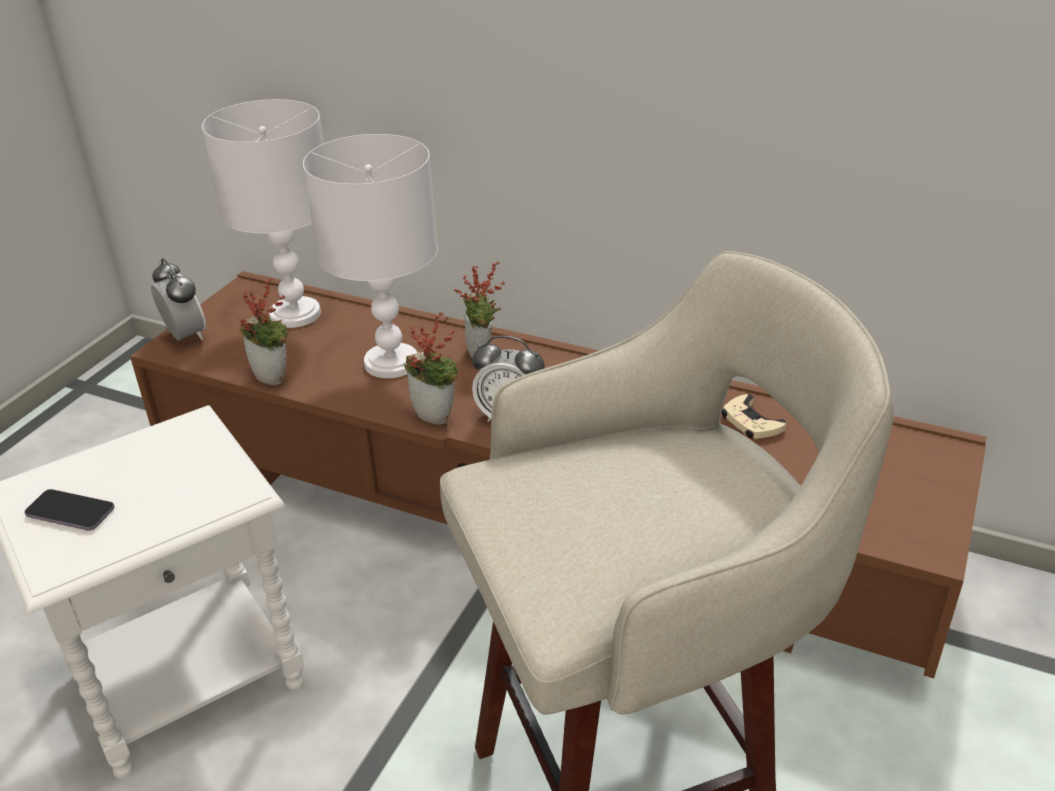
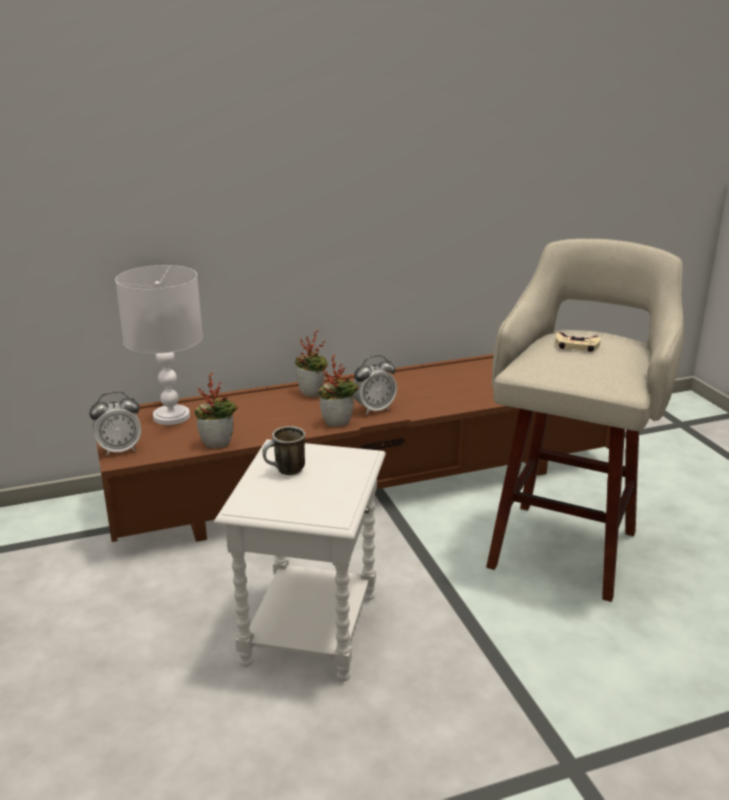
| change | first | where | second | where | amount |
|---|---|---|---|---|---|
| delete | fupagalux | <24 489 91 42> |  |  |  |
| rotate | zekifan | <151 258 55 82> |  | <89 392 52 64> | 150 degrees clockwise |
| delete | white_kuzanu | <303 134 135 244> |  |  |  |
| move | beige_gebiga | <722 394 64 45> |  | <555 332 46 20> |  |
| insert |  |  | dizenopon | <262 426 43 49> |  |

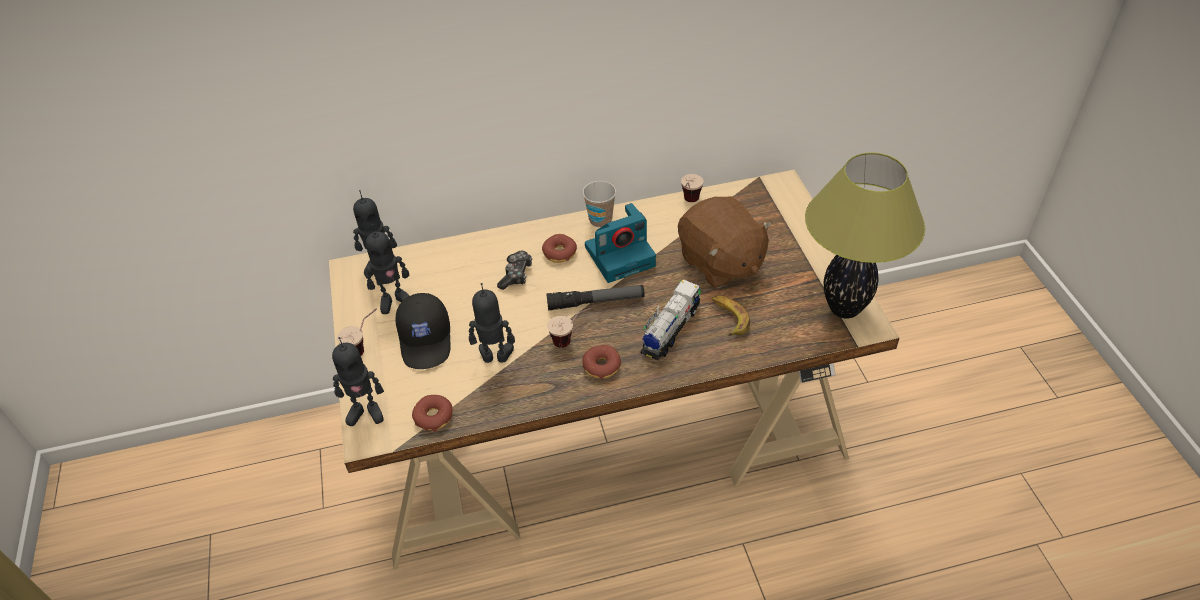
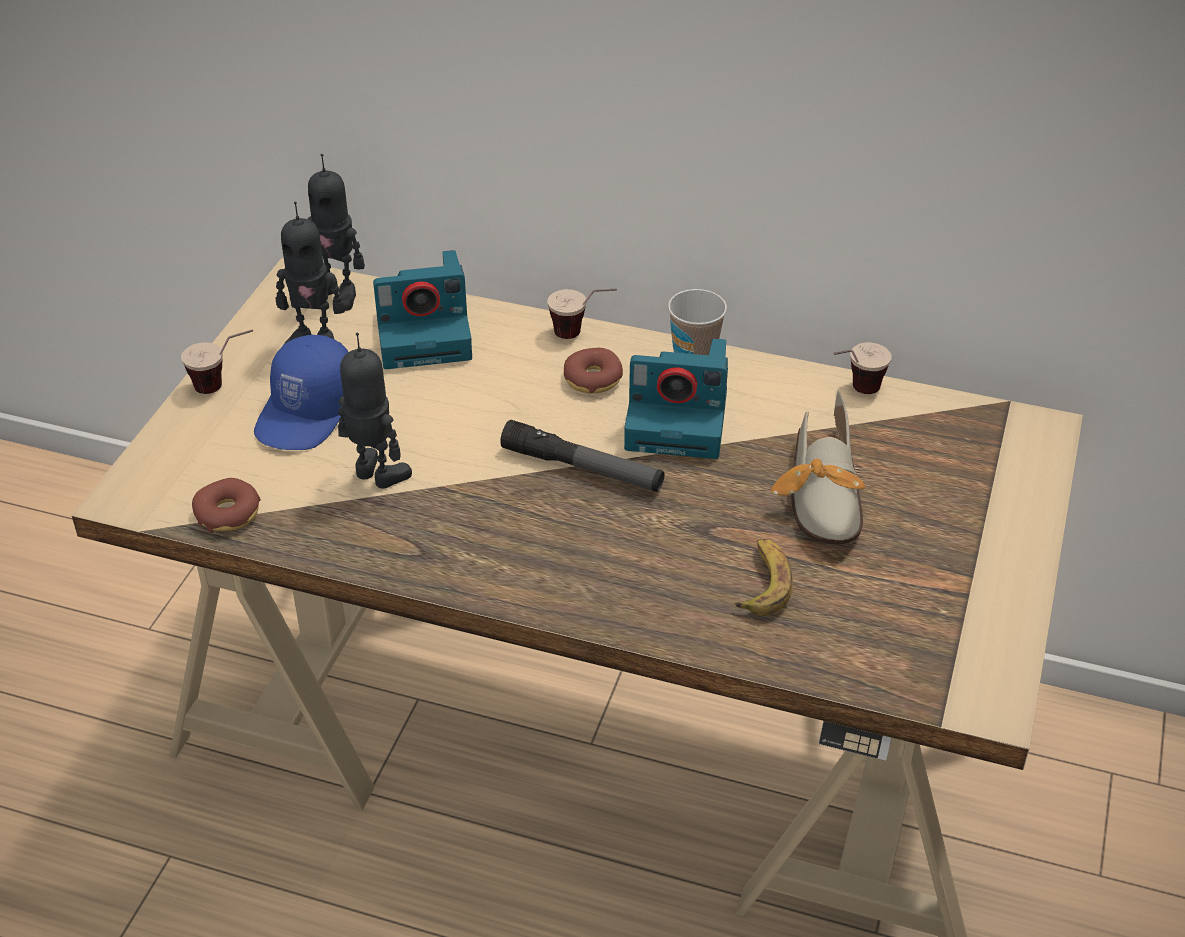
| change | first | where | second | where | amount |
|---|---|---|---|---|---|
| delete | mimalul | <332 337 52 89> |  |  |  |
| recolor | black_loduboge | <396 293 55 76> | blue_loduboge | <254 335 94 115> |  |
| delete | gebiga | <497 251 35 39> |  |  |  |
| move | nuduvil | <547 307 46 41> |  | <547 289 70 50> |  |
| delete | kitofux | <583 345 38 34> |  |  |  |
| delete | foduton | <640 279 61 81> |  |  |  |
| replace | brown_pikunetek | <678 196 94 92> | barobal | <771 390 94 155> |  |
| delete | kuzanu | <805 152 120 167> |  |  |  |
| insert |  |  | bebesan | <373 250 99 119> |  |

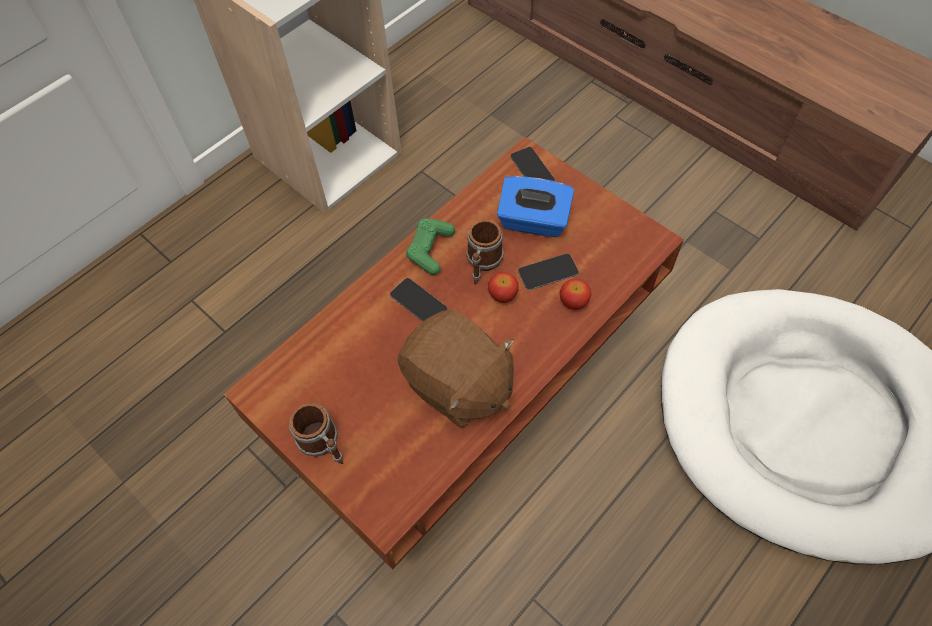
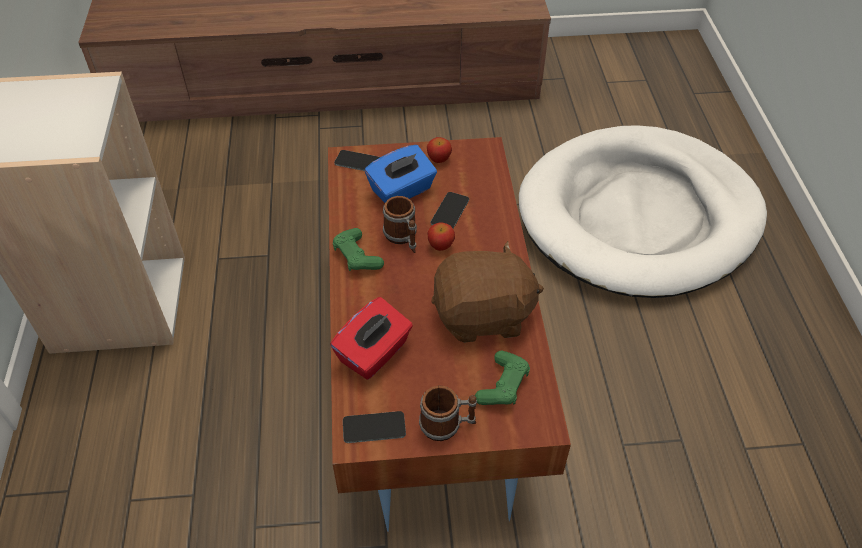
| change | first | where | second | where | amount |
|---|---|---|---|---|---|
| move | fupagalux | <390 278 57 44> |  | <343 411 63 32> |  |
| move | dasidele | <560 279 31 31> |  | <427 137 25 26> |  |
| insert |  |  | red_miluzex | <330 297 83 82> |  |
| insert |  |  | green_gebiga | <475 350 55 55> |  |

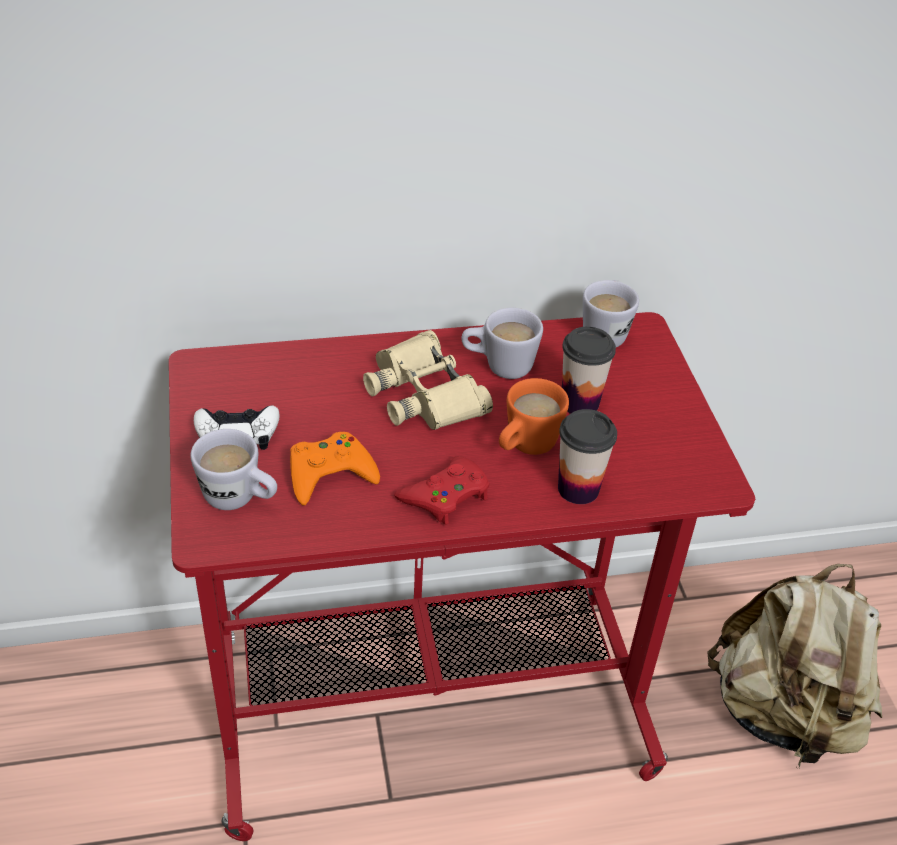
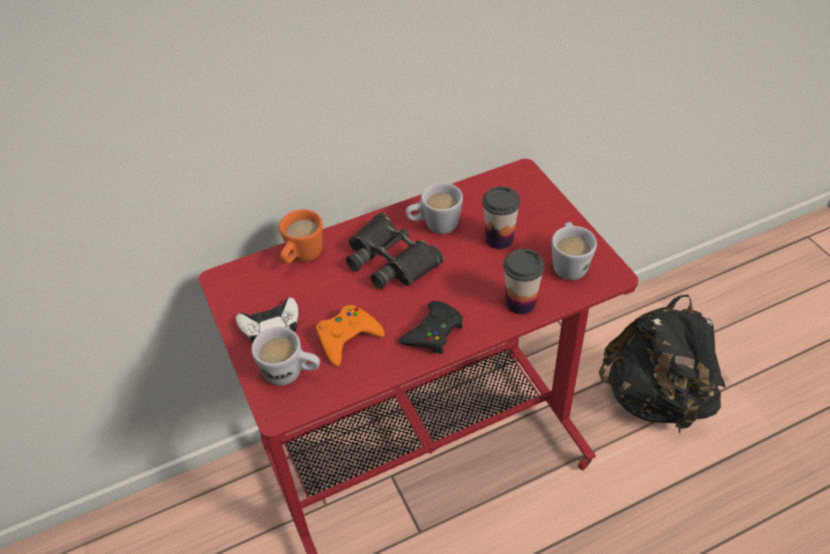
| change | first | where | second | where | amount |
|---|---|---|---|---|---|
| recolor | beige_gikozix | <363 330 130 100> | black_gikozix | <346 213 98 76> |  |
| recolor | red_gebiga | <394 456 96 69> | black_gebiga | <398 301 65 53> |  |
| move | orange_dizenopon | <499 378 70 77> |  | <279 209 44 55> |  |
| move | white_dizenopon | <583 280 56 67> |  | <552 222 45 58> |  |
| recolor | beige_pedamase | <707 564 175 204> | black_pedamase | <598 294 128 140> |  |

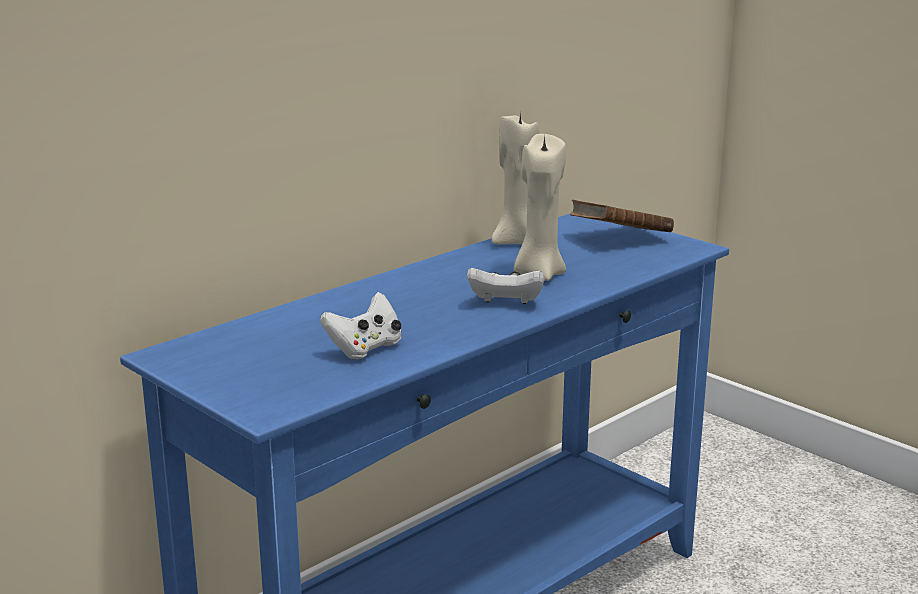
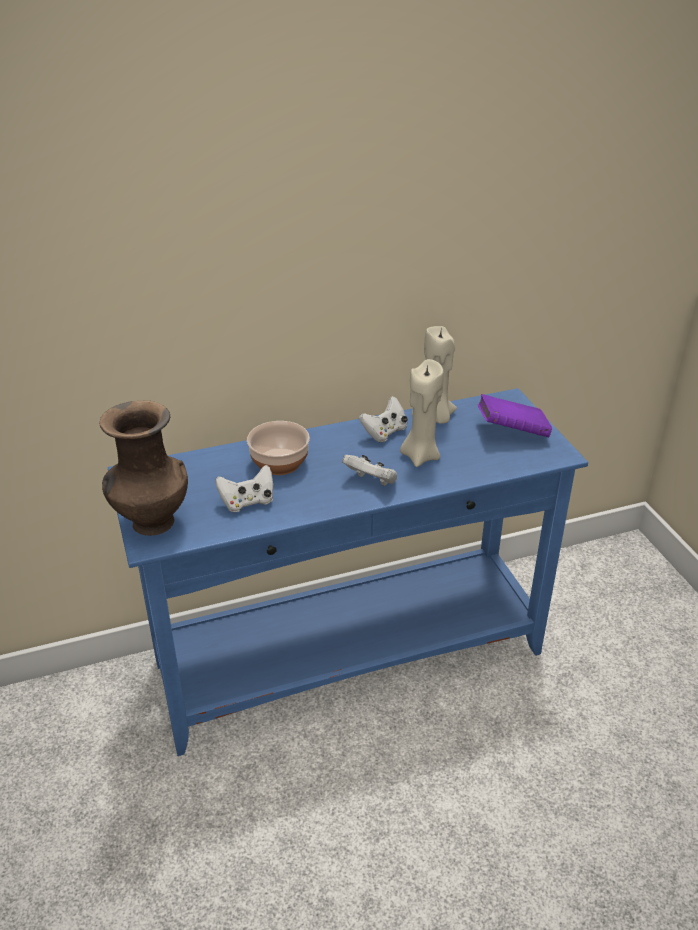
| change | first | where | second | where | amount |
|---|---|---|---|---|---|
| recolor | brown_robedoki | <570 200 104 32> | purple_robedoki | <477 394 75 43> |  |
| insert |  |  | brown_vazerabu | <99 401 89 135> |  |
| insert |  |  | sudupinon | <247 421 63 54> |  |
| insert |  |  | white_gebiga | <359 396 49 46> |  |

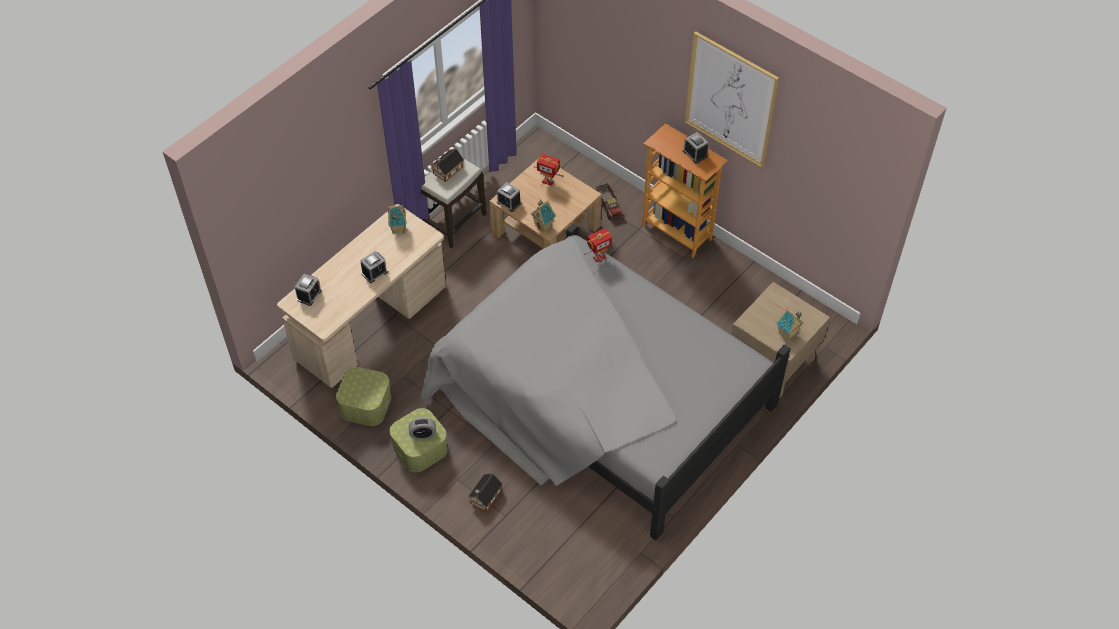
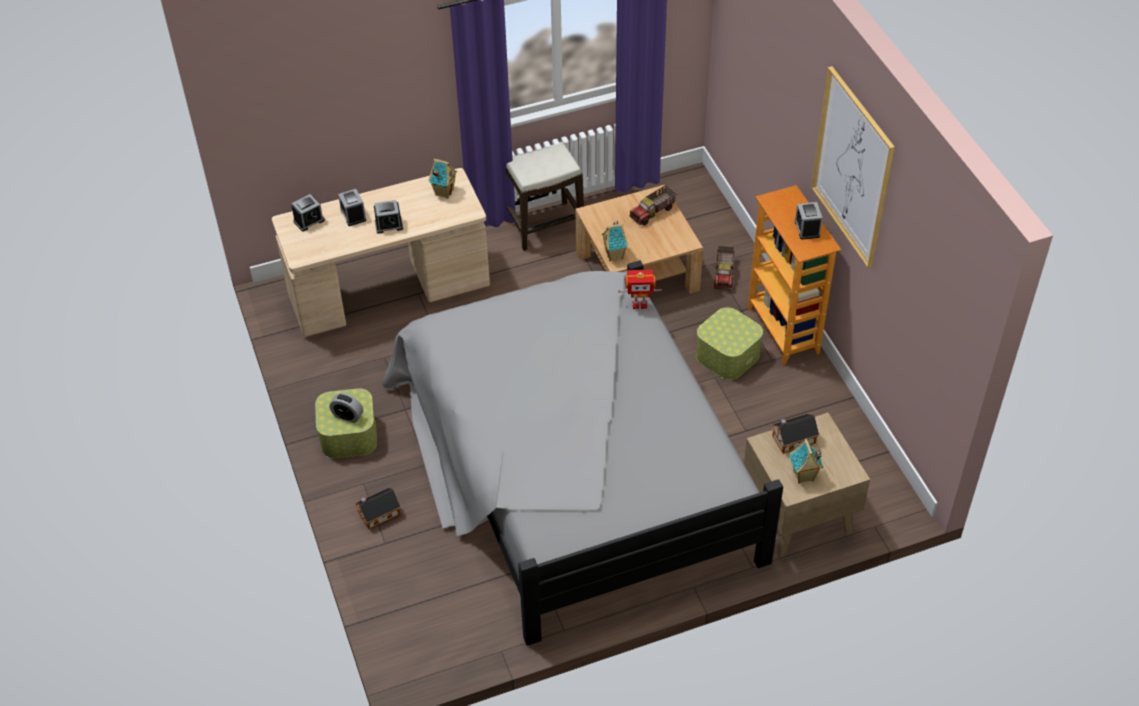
| change | first | where | second | where | amount |
|---|---|---|---|---|---|
| move | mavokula | <336 367 55 59> |  | <696 307 67 73> |  |
| move | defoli | <431 148 33 34> |  | <771 414 48 40> |  |
| move | zekifan | <497 182 24 30> |  | <338 189 28 37> |  |
| replace | mimalul | <534 154 29 32> | foduton | <630 185 47 40> |  |

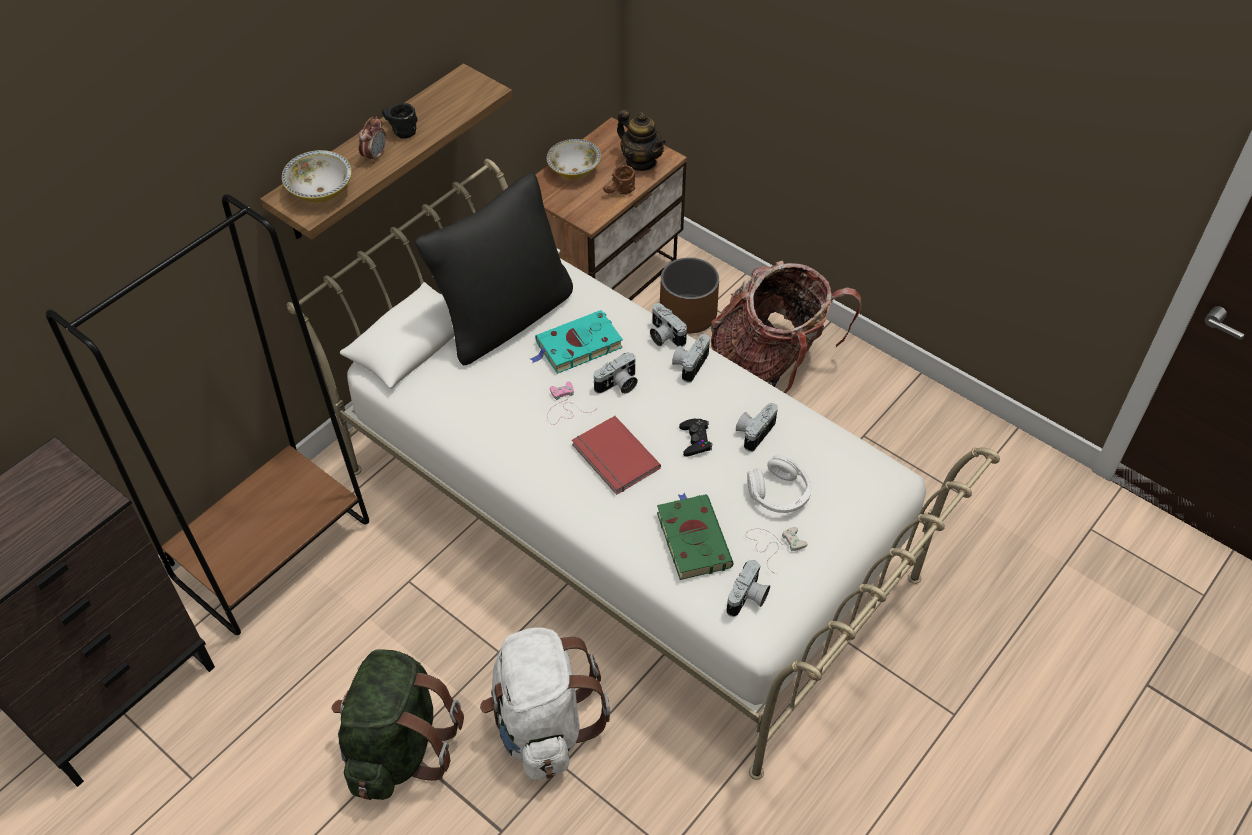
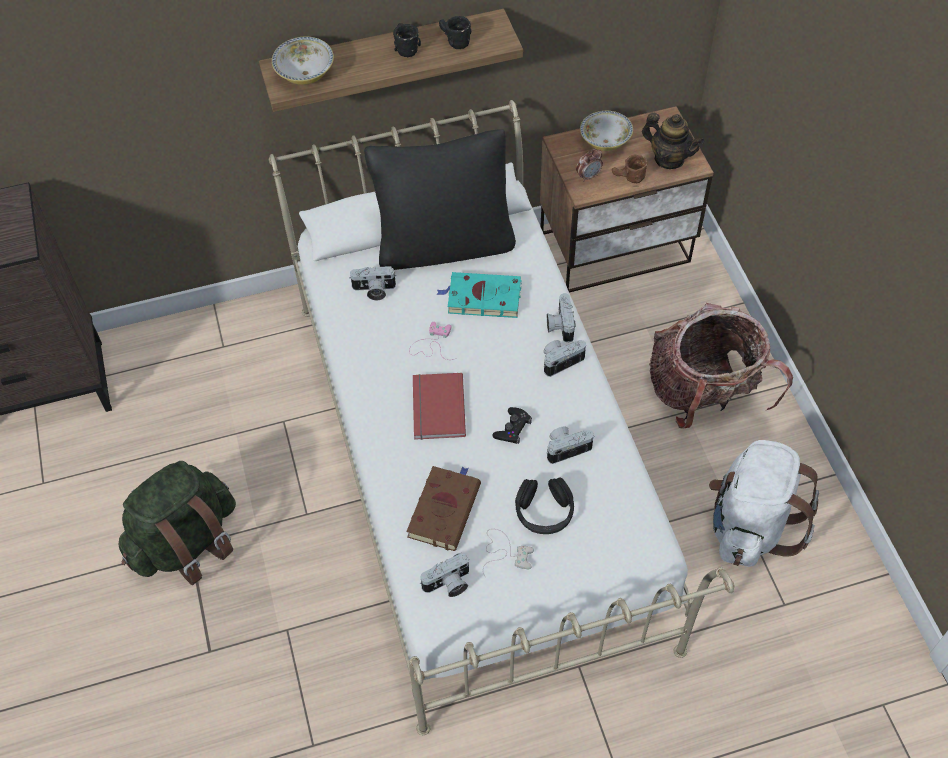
| change | first | where | second | where | amount |
|---|---|---|---|---|---|
| delete | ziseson | <46 194 323 441> |  |  |  |
| move | zekifan | <358 116 28 48> |  | <576 149 27 33> |  |
| move | white_pedamase | <480 627 130 153> |  | <709 440 110 127> |  |
| move | bebesan | <593 352 45 42> |  | <349 266 48 34> |  |
| rotate | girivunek | <617 110 49 61> |  | <642 112 62 57> | 45 degrees counterclockwise |
| recolor | green_robedoki | <657 493 77 87> | brown_robedoki | <406 466 75 85> |  |
| delete | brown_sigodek | <660 257 59 77> |  |  |  |
| recolor | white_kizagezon | <747 454 64 59> | black_kizagezon | <515 477 59 57> |  |
| insert |  |  | black_dizenopon | <439 16 32 33> |  |

